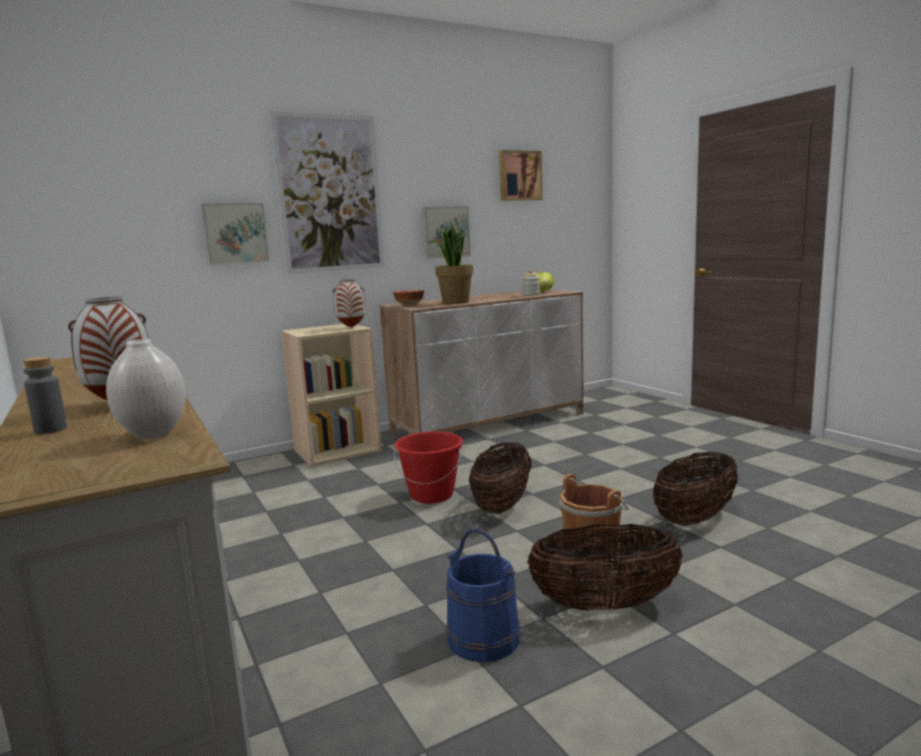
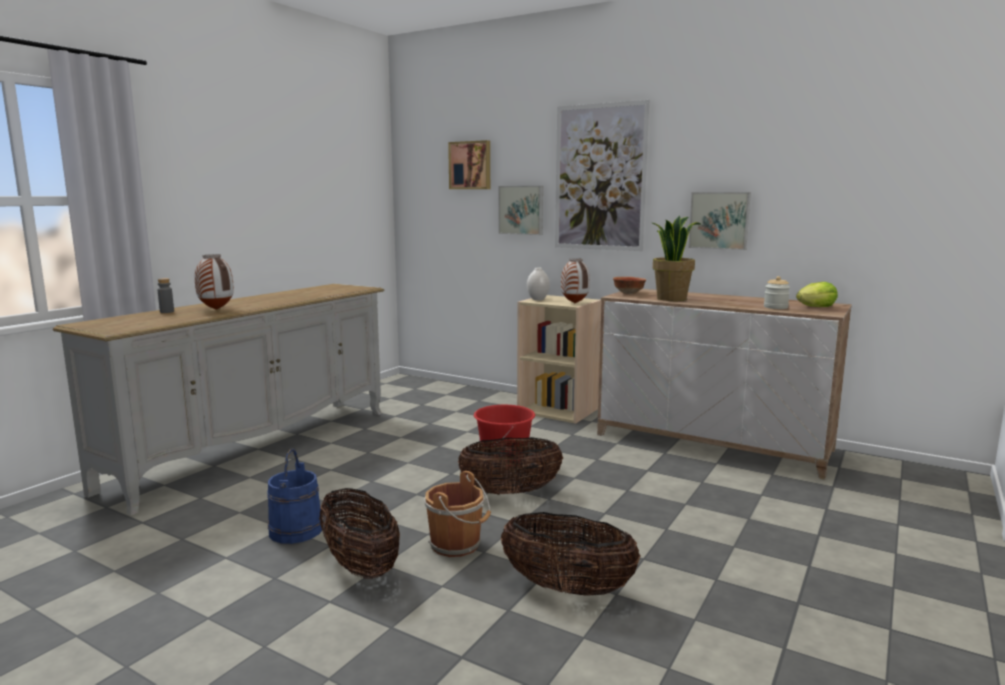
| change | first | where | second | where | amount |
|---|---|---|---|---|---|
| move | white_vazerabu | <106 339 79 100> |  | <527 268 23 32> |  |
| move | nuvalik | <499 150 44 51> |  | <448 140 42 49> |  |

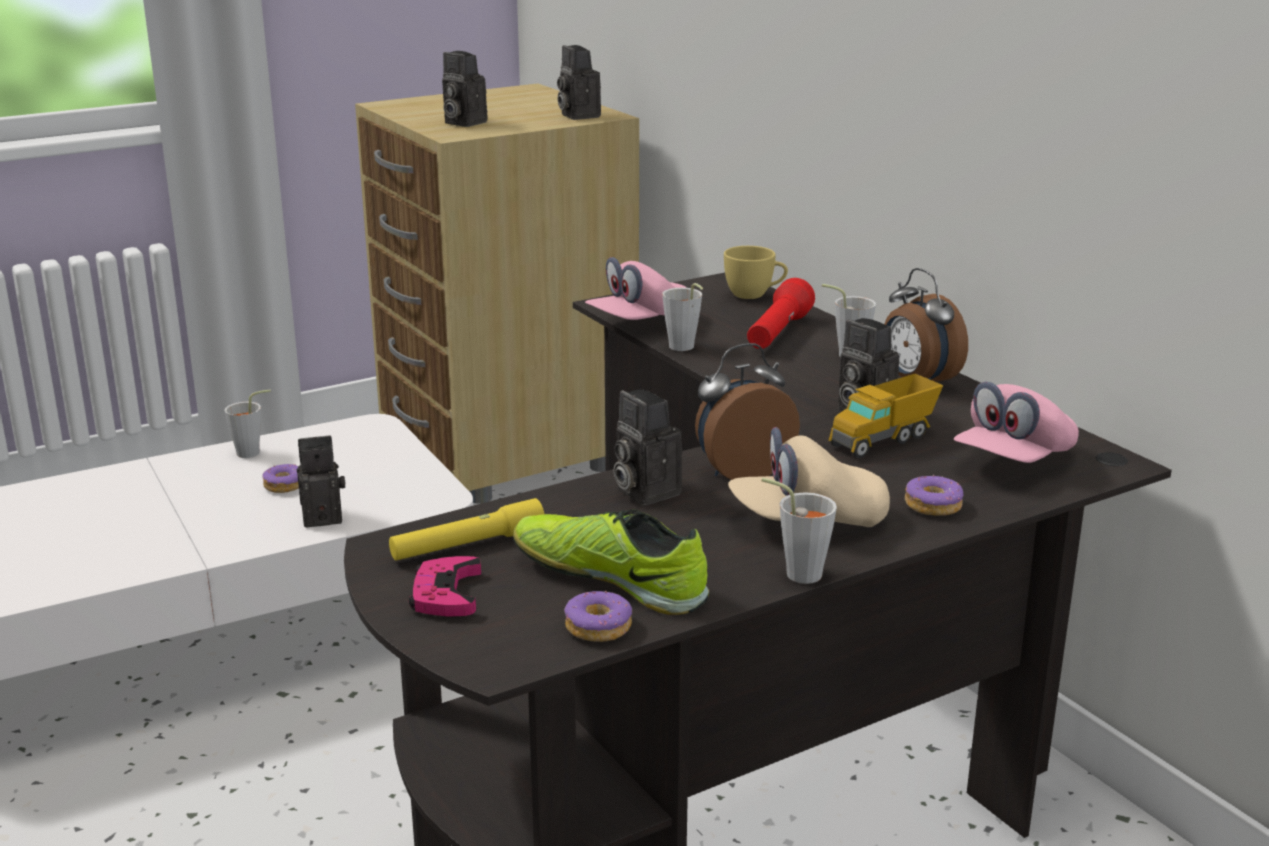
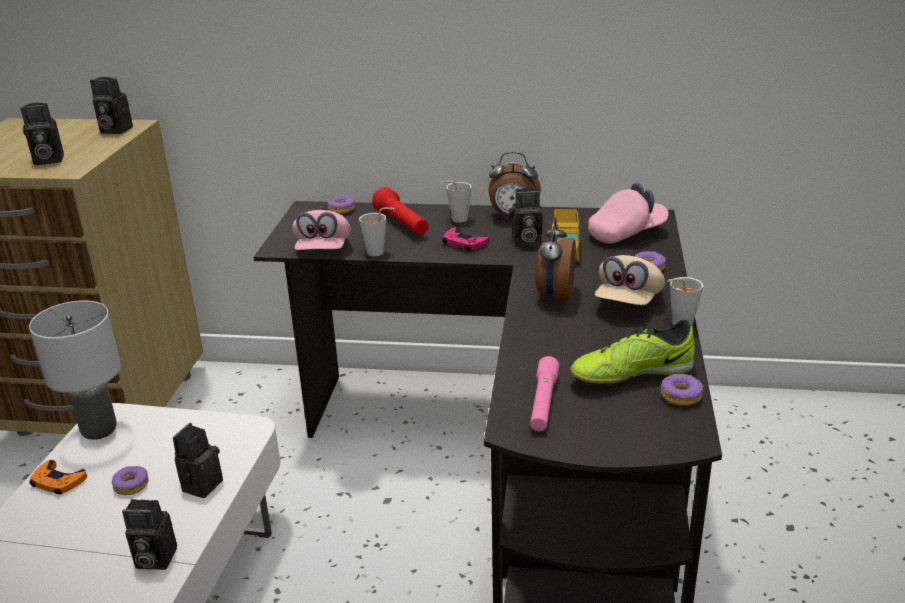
| change | first | where | second | where | amount |
|---|---|---|---|---|---|
| replace | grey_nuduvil | <224 390 47 68> | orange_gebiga | <29 460 58 35> |  |
| recolor | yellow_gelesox | <389 498 156 63> | pink_gelesox | <530 356 29 75> |  |
| move | pink_gebiga | <409 556 72 61> |  | <442 227 47 24> |  |
| move | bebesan | <613 389 70 117> |  | <122 499 55 71> |  |
| replace | yellow_nuduvil | <724 246 64 53> | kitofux | <327 195 28 19> |  |
| rotate | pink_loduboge | <954 382 125 81> |  | <588 183 80 61> | 105 degrees counterclockwise |
| insert |  |  | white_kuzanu | <29 300 92 140> |  |

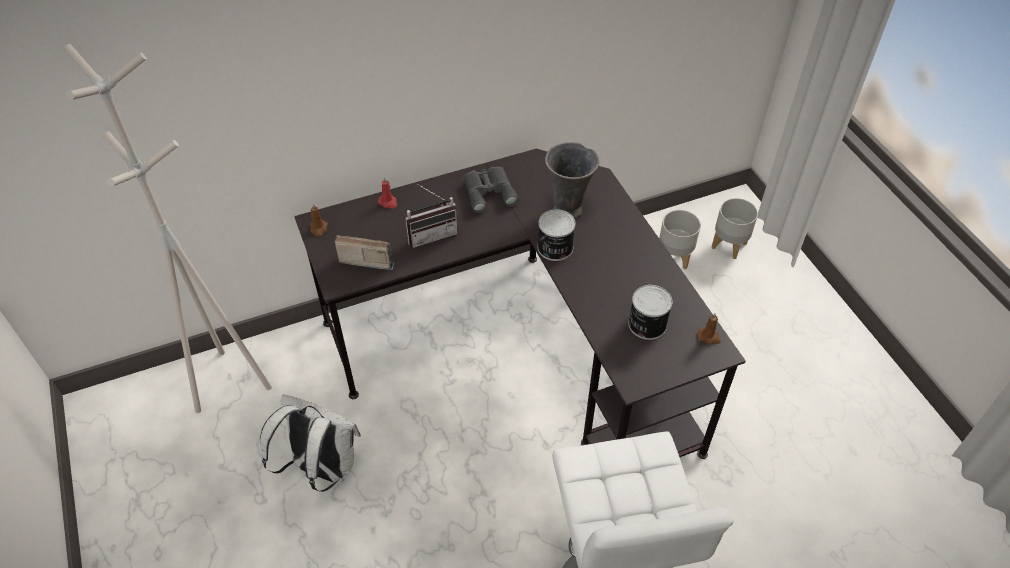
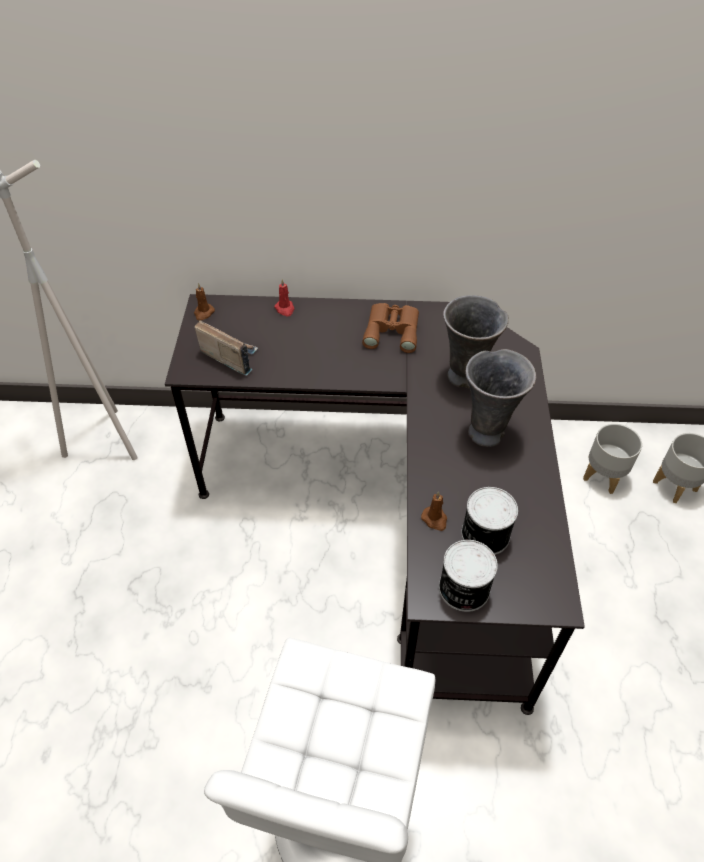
| change | first | where | second | where | amount |
|---|---|---|---|---|---|
| delete | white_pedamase | <260 395 101 97> |  |  |  |
| delete | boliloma | <405 184 53 64> |  |  |  |
| recolor | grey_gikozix | <463 167 56 46> | brown_gikozix | <362 303 57 50> |  |
| move | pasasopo | <537 209 39 52> |  | <439 540 59 72> |  |
| move | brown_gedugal | <697 313 24 31> |  | <421 491 26 40> |  |
| insert |  |  | grey_vazerabu | <465 349 71 98> |  |

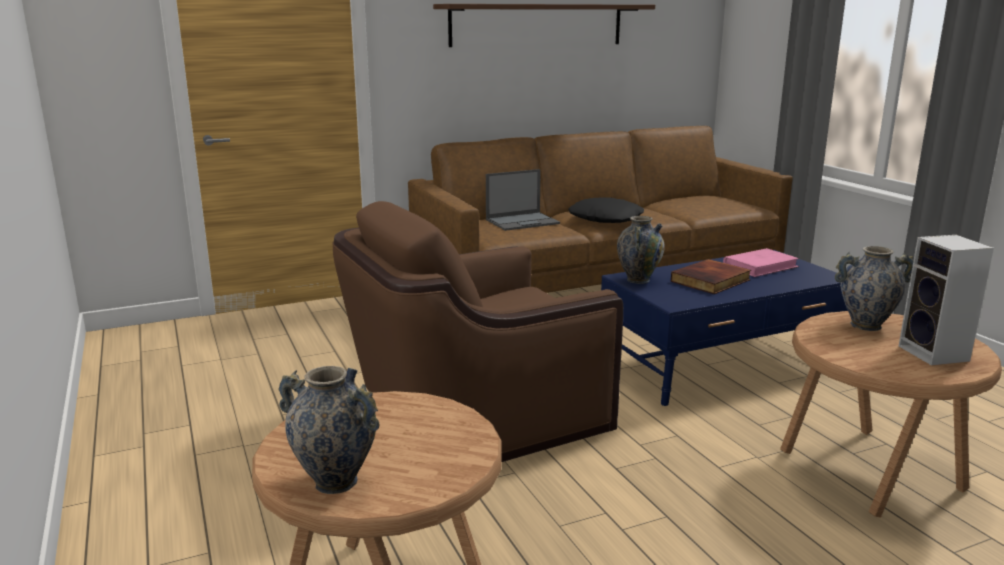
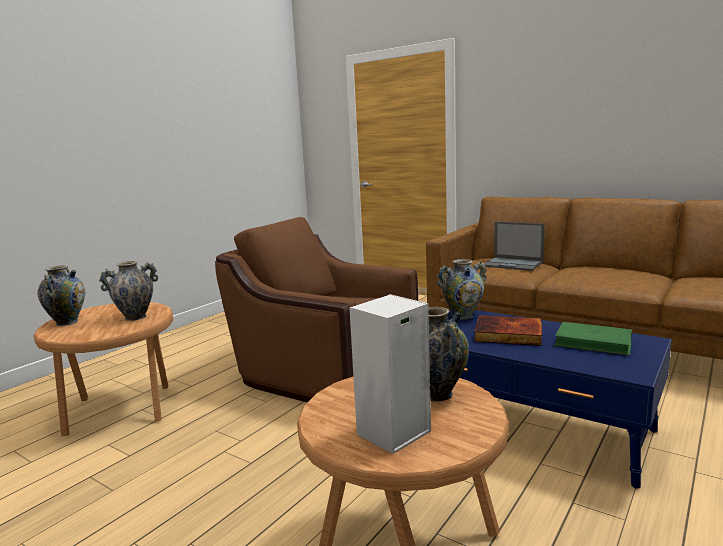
| change | first | where | second | where | amount |
|---|---|---|---|---|---|
| delete | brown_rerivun | <433 4 222 43> |  |  |  |
| delete | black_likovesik | <568 198 76 25> |  |  |  |
| recolor | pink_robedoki | <723 248 76 29> | green_robedoki | <555 322 77 34> |  |
| insert |  |  | vazerabu | <99 261 59 60> |  |

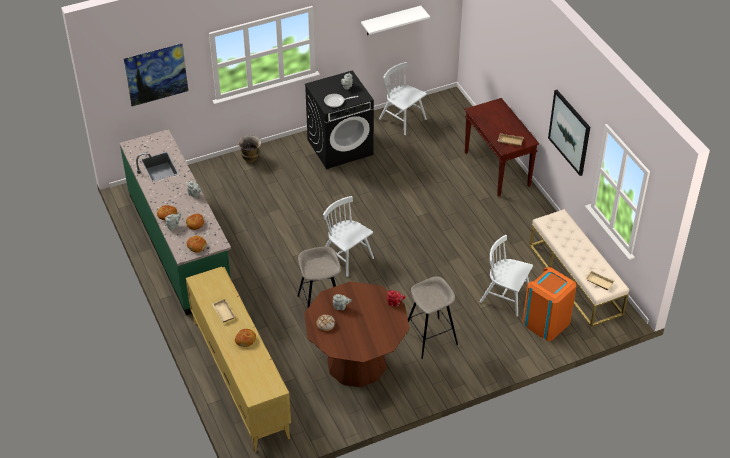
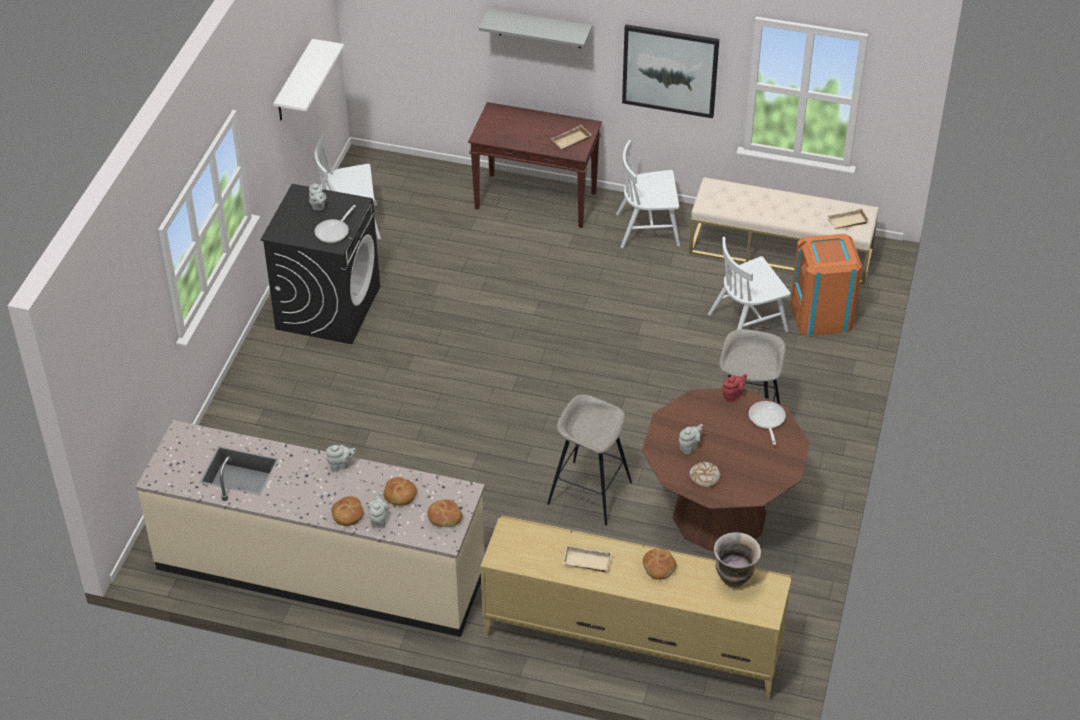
| change | first | where | second | where | amount |
|---|---|---|---|---|---|
| recolor | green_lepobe | <120 129 111 186> | beige_lepobe | <136 420 349 217> |  |
| delete | nuvalik | <124 43 64 63> |  |  |  |
| move | vazerabu | <238 135 23 28> |  | <714 532 47 56> |  |
| move | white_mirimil | <323 196 51 81> |  | <616 140 64 108> |  |
| insert |  |  | grey_rerivun | <479 9 113 39> |  |
| insert |  |  | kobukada | <749 401 37 44> |  |

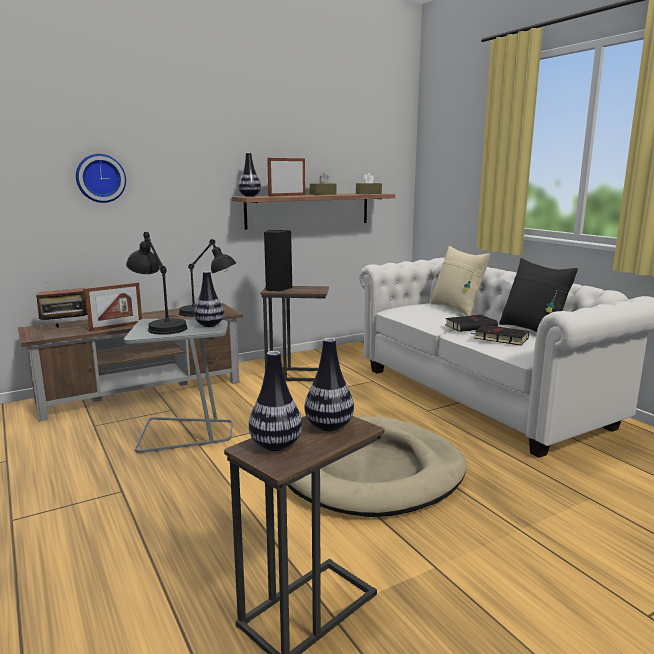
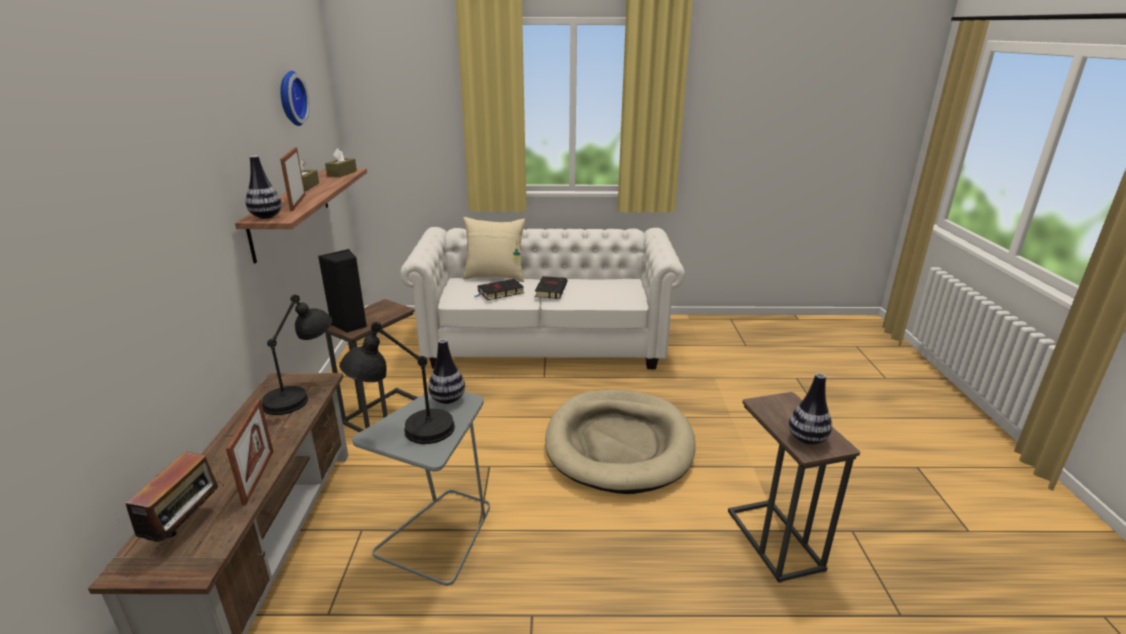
| change | first | where | second | where | amount |
|---|---|---|---|---|---|
| move | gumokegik | <76 154 50 49> |  | <280 71 30 55> |  |
| delete | vazerabu | <304 338 50 93> |  |  |  |
| move | black_robedoki | <471 325 58 20> |  | <475 279 49 21> |  |
| delete | black_likovesik | <499 258 79 74> |  |  |  |

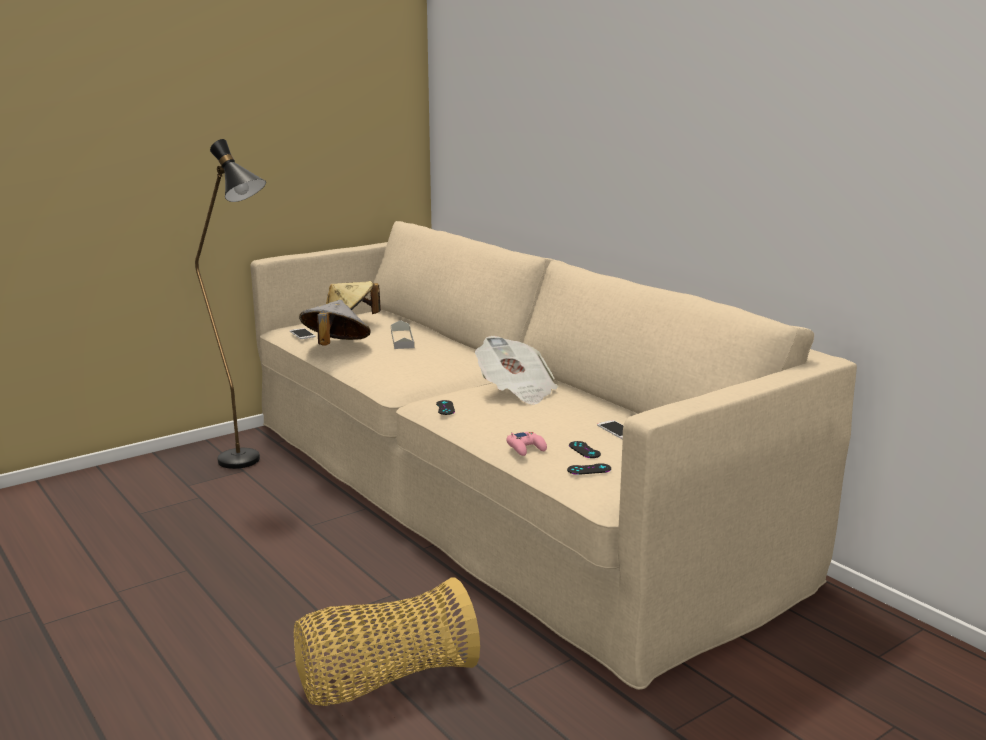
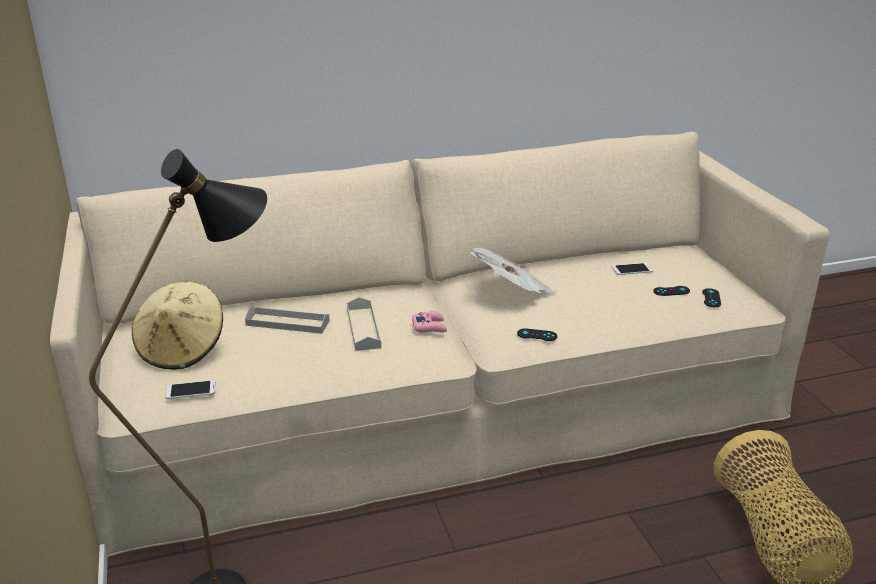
| change | first | where | second | where | amount |
|---|---|---|---|---|---|
| delete | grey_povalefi | <299 300 72 46> |  |  |  |
| move | pink_gebiga | <506 432 41 24> |  | <412 311 35 22> |  |
| insert |  |  | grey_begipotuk | <347 297 34 54> |  |

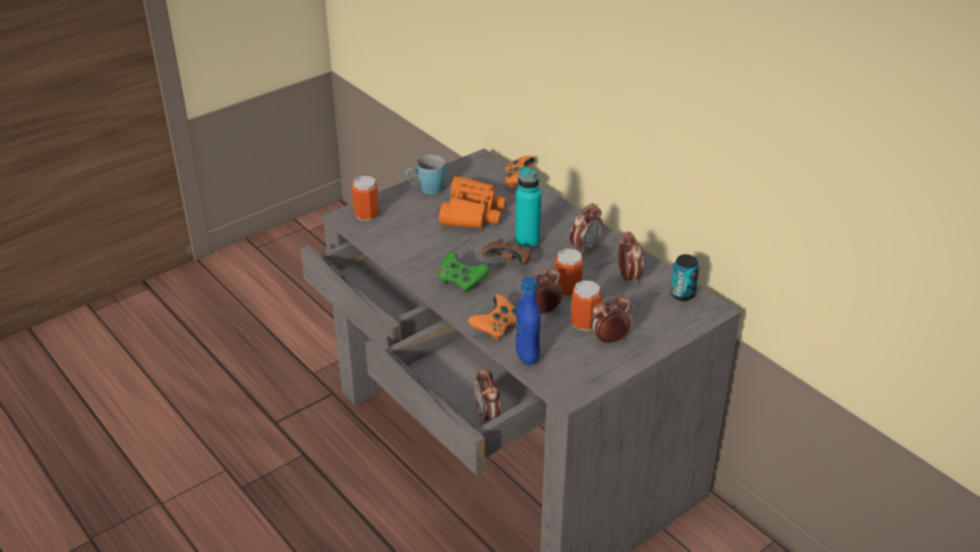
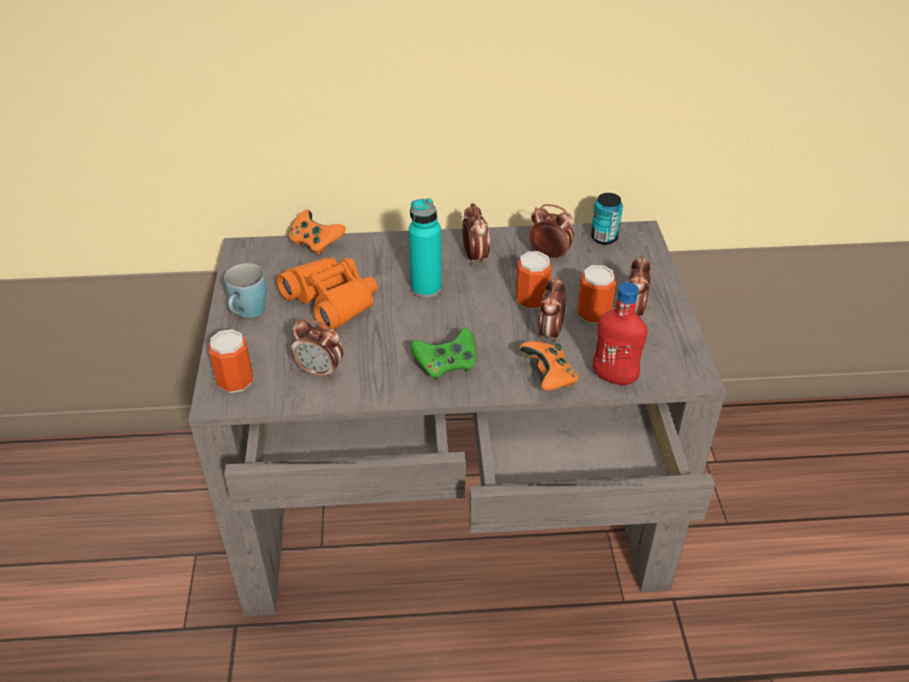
| change | first | where | second | where | amount |
|---|---|---|---|---|---|
| move | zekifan | <474 367 27 57> |  | <291 319 52 61> |  |
| delete | brown_gebiga | <482 238 49 27> |  |  |  |
| recolor | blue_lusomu | <516 276 25 89> | red_lusomu | <593 282 54 103> |  |

